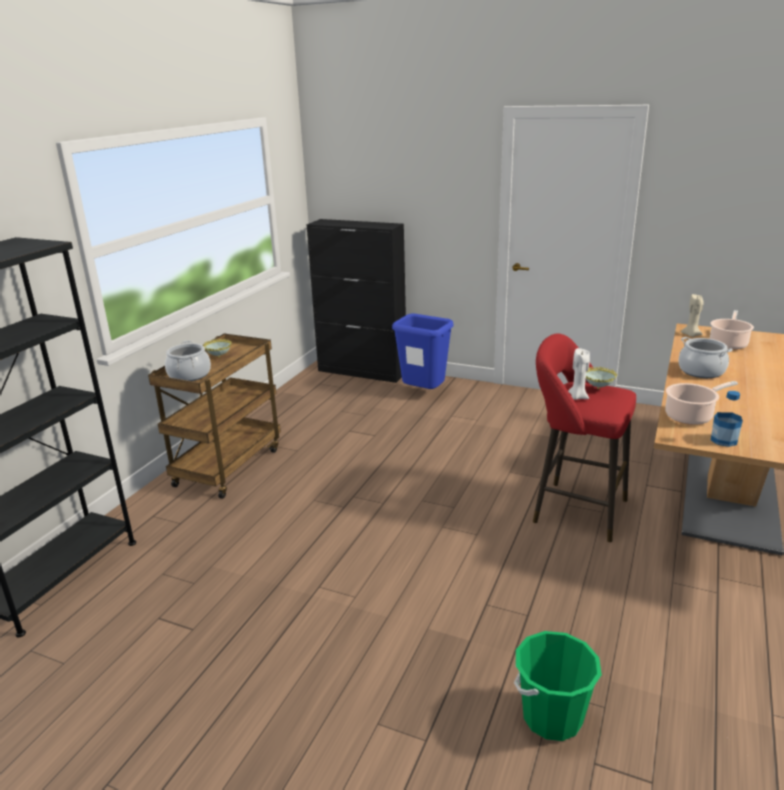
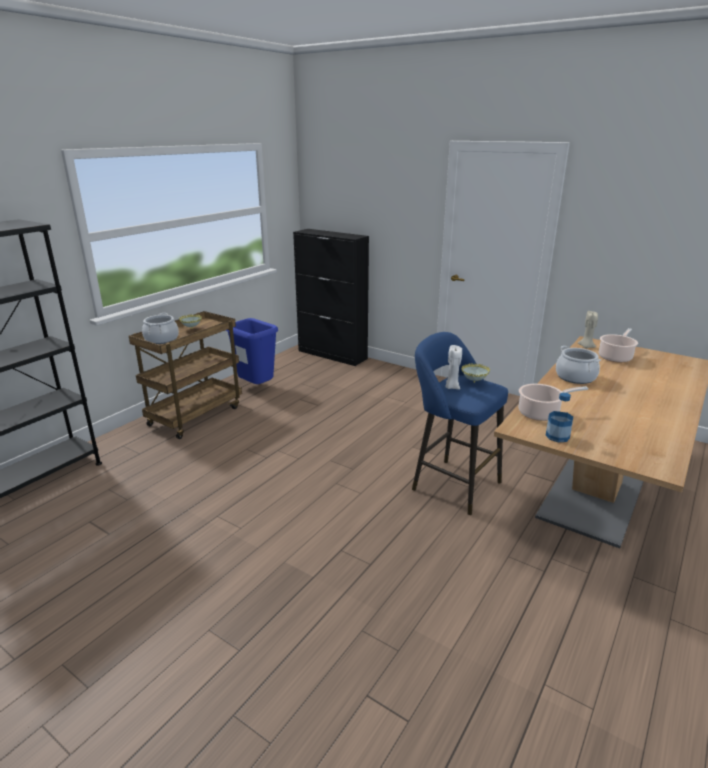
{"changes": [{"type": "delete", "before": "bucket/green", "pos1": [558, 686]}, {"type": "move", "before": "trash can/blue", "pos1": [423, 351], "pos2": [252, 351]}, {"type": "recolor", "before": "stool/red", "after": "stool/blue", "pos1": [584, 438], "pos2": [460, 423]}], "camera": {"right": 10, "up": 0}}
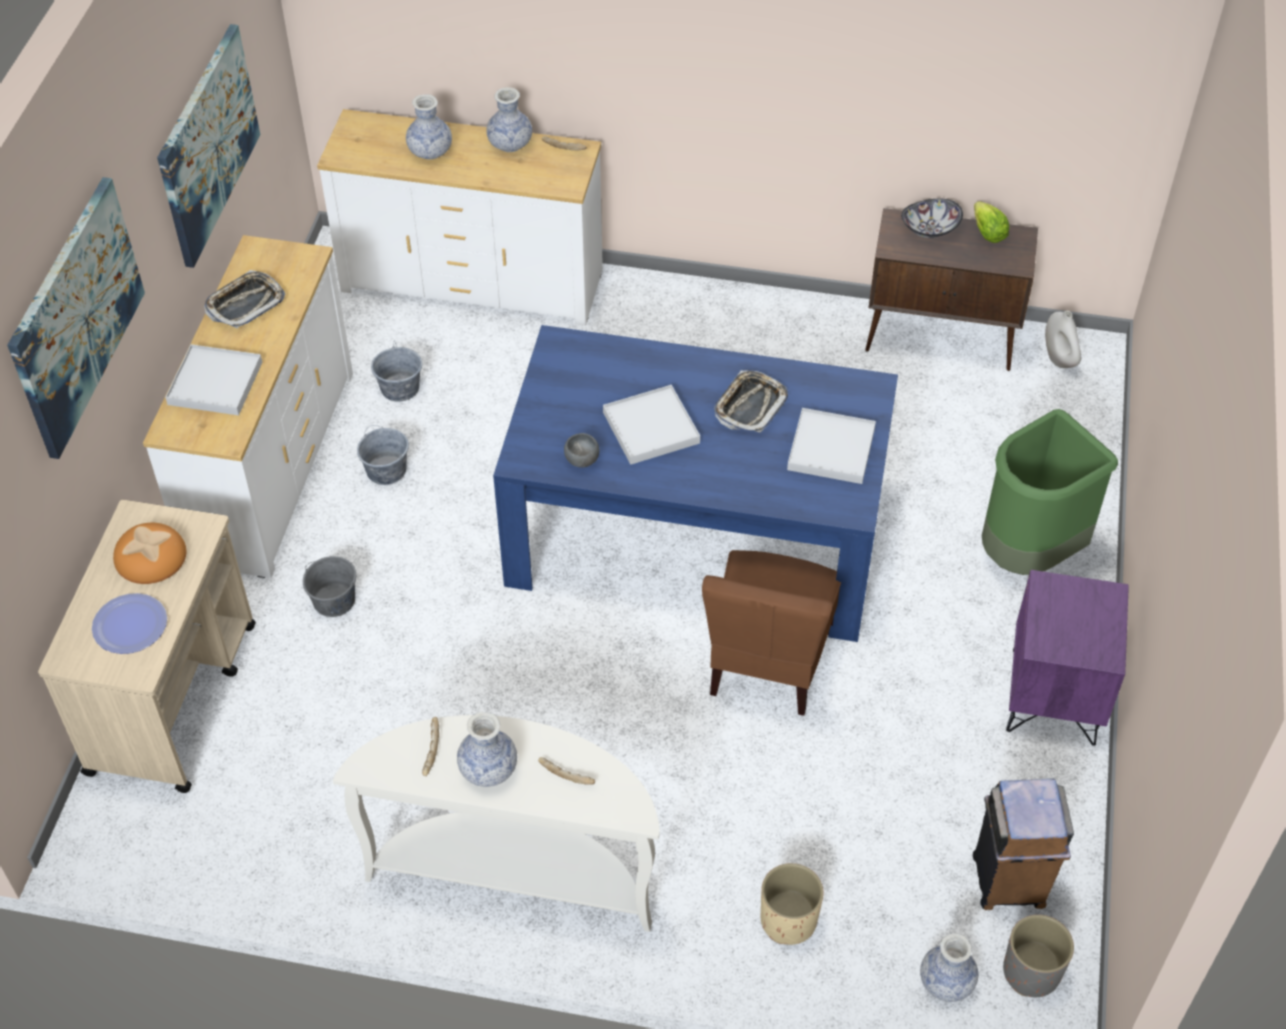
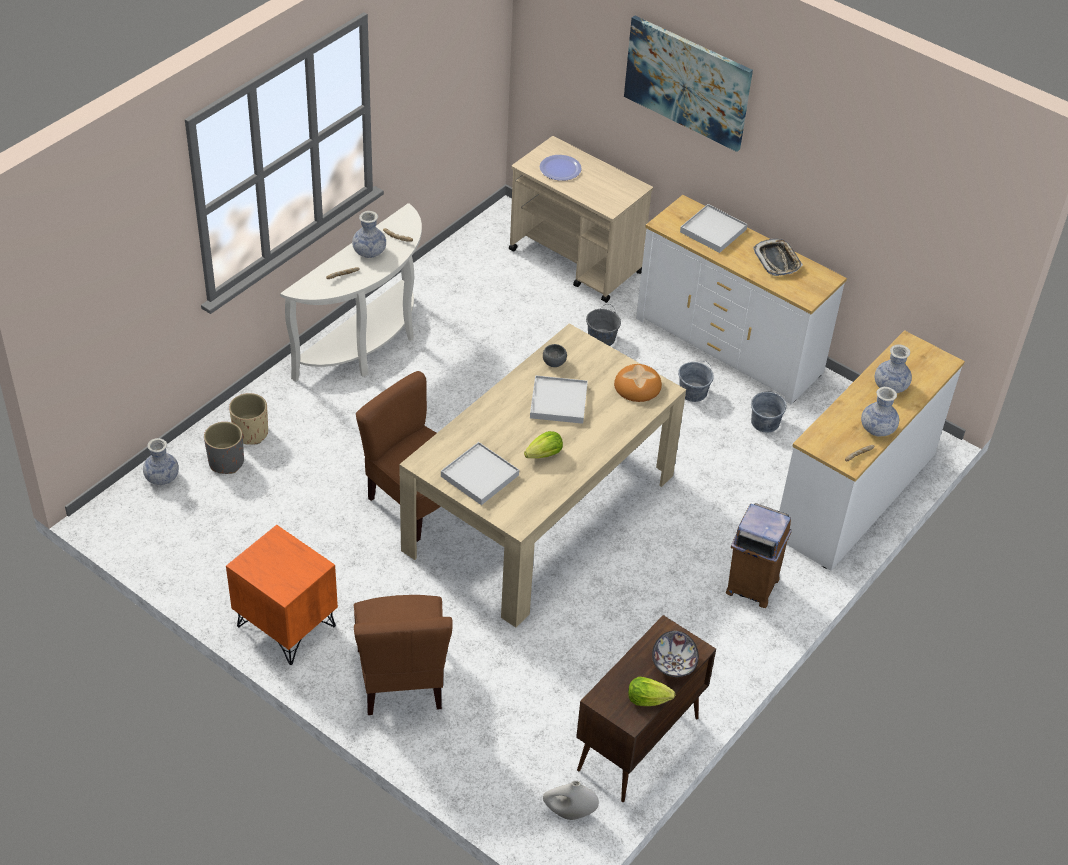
{"changes": [{"type": "delete", "before": "picture", "pos1": [208, 146]}, {"type": "move", "before": "bread", "pos1": [149, 553], "pos2": [638, 383]}, {"type": "move", "before": "trash can/brown", "pos1": [1023, 844], "pos2": [759, 555]}, {"type": "move", "before": "planter/grey", "pos1": [1038, 956], "pos2": [224, 448]}, {"type": "replace", "before": "tray", "after": "lettuce", "pos1": [751, 401], "pos2": [543, 445]}, {"type": "replace", "before": "trash can/green", "after": "chair/brown", "pos1": [1050, 492], "pos2": [403, 655]}, {"type": "recolor", "before": "dining table/blue", "after": "dining table/beige", "pos1": [695, 483], "pos2": [542, 475]}, {"type": "recolor", "before": "nightstand/purple", "after": "nightstand/orange", "pos1": [1067, 657], "pos2": [282, 595]}], "camera": {"right": 115, "up": -5}}
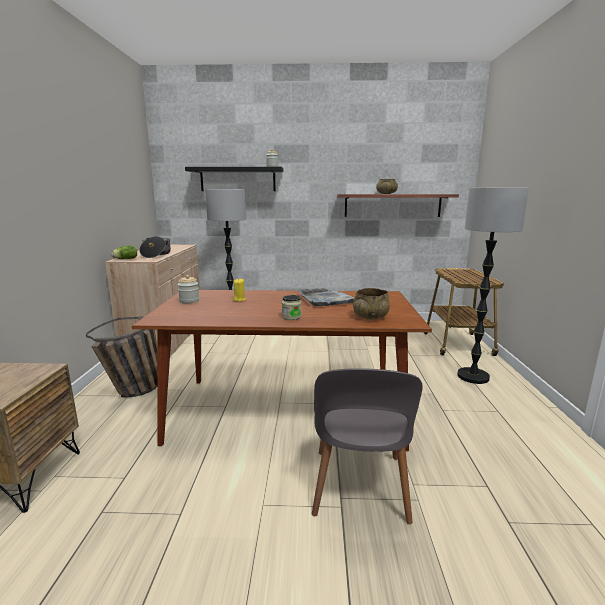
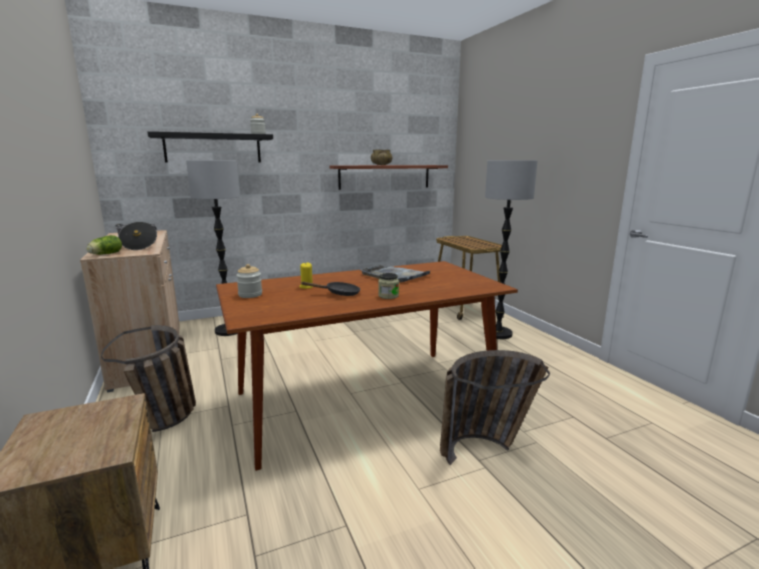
{"changes": [{"type": "delete", "before": "bowl/beige", "pos1": [371, 304]}, {"type": "insert", "after": "frying pan/black", "pos2": [331, 289]}, {"type": "replace", "before": "chair/grey", "after": "basket", "pos1": [367, 446], "pos2": [495, 407]}], "camera": {"right": -25, "up": 0}}
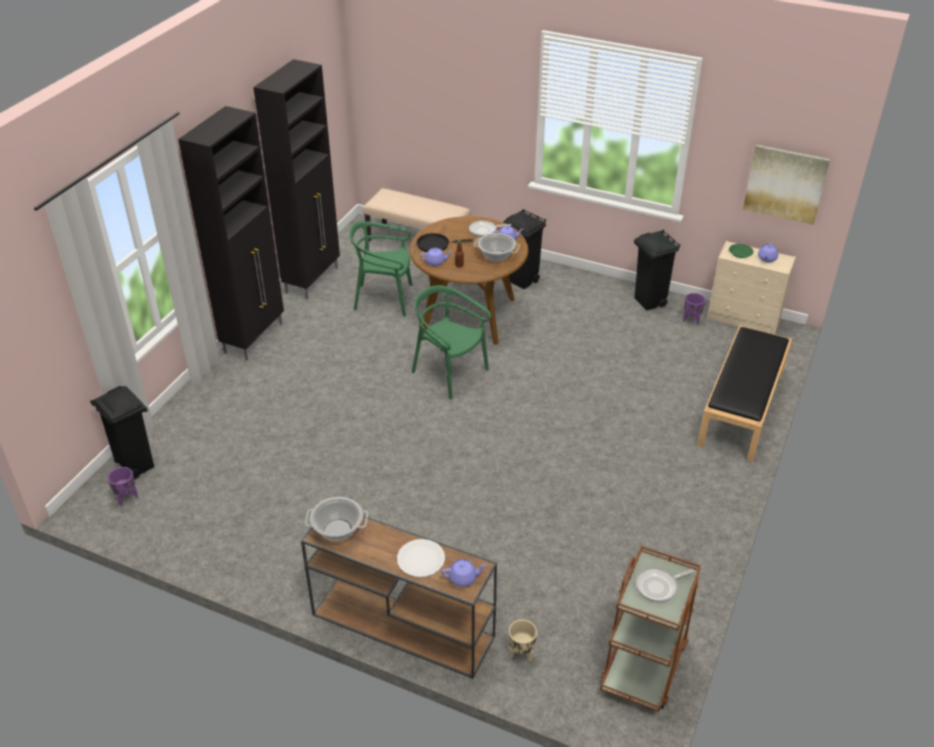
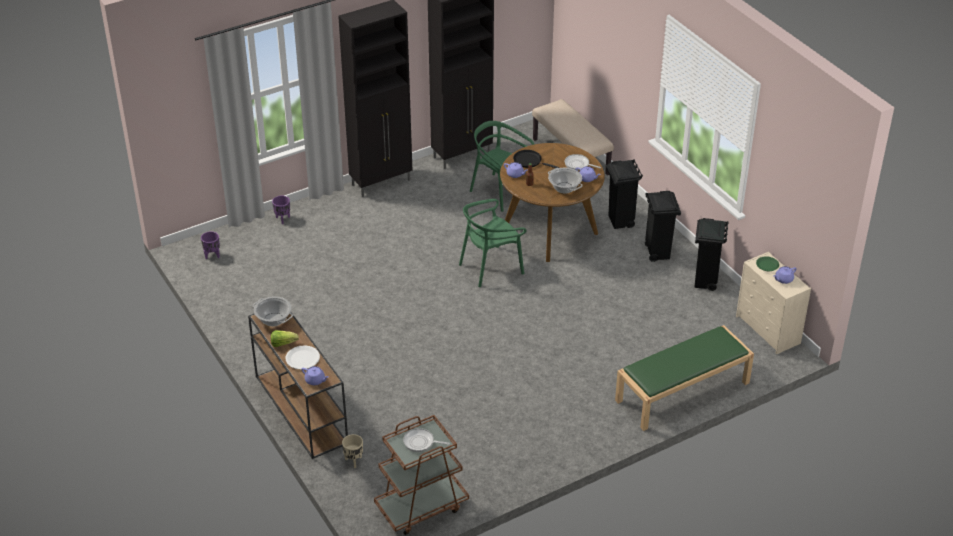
{"changes": [{"type": "delete", "before": "picture", "pos1": [786, 184]}, {"type": "insert", "after": "lettuce", "pos2": [285, 338]}, {"type": "move", "before": "trash can/black", "pos1": [122, 433], "pos2": [663, 226]}, {"type": "move", "before": "planter/purple", "pos1": [694, 309], "pos2": [281, 210]}, {"type": "recolor", "before": "bench/black", "after": "bench/green", "pos1": [744, 393], "pos2": [684, 378]}, {"type": "rotate", "before": "chair/green", "pos1": [451, 342], "pos2": [493, 243], "turn": -105}], "camera": {"right": 35, "up": 0}}
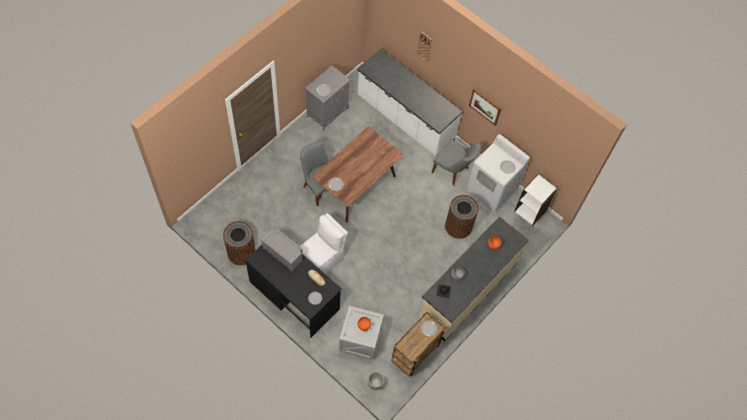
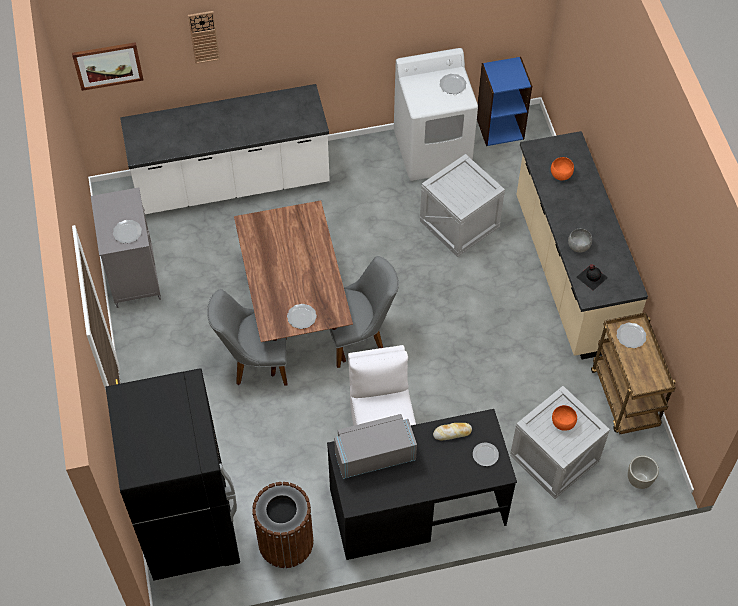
{"changes": [{"type": "insert", "after": "fridge/black", "pos2": [173, 474]}, {"type": "move", "before": "chair/grey", "pos1": [456, 162], "pos2": [364, 312]}, {"type": "move", "before": "picture", "pos1": [485, 106], "pos2": [107, 66]}, {"type": "replace", "before": "trash can/brown", "after": "crate", "pos1": [462, 217], "pos2": [462, 205]}, {"type": "recolor", "before": "bookcase/white", "after": "bookcase/blue", "pos1": [535, 200], "pos2": [504, 101]}], "camera": {"right": -50, "up": -5}}
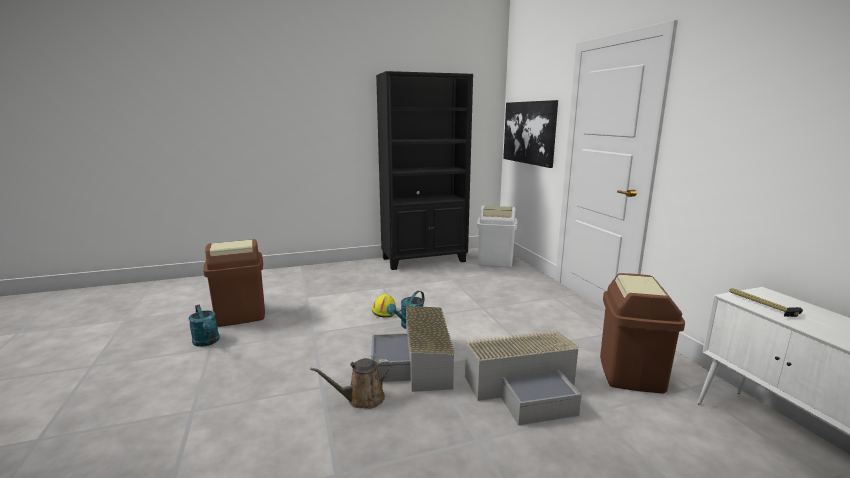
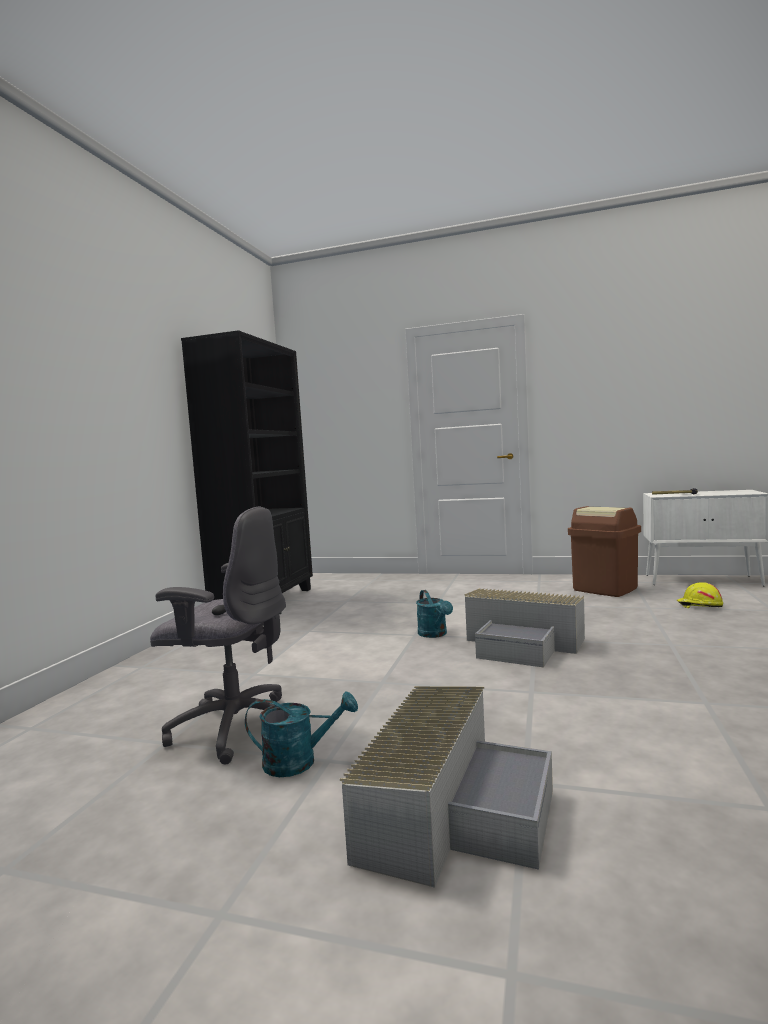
{"changes": [{"type": "delete", "before": "watering can/brown", "pos1": [351, 383]}, {"type": "delete", "before": "trash can/white", "pos1": [497, 236]}, {"type": "delete", "before": "picture", "pos1": [530, 134]}, {"type": "move", "before": "hard hat/yellow", "pos1": [384, 306], "pos2": [700, 595]}, {"type": "move", "before": "storage box/grey", "pos1": [523, 377], "pos2": [446, 787]}, {"type": "replace", "before": "trash can/brown", "after": "office chair/grey", "pos1": [234, 283], "pos2": [218, 635]}], "camera": {"right": -55, "up": -10}}
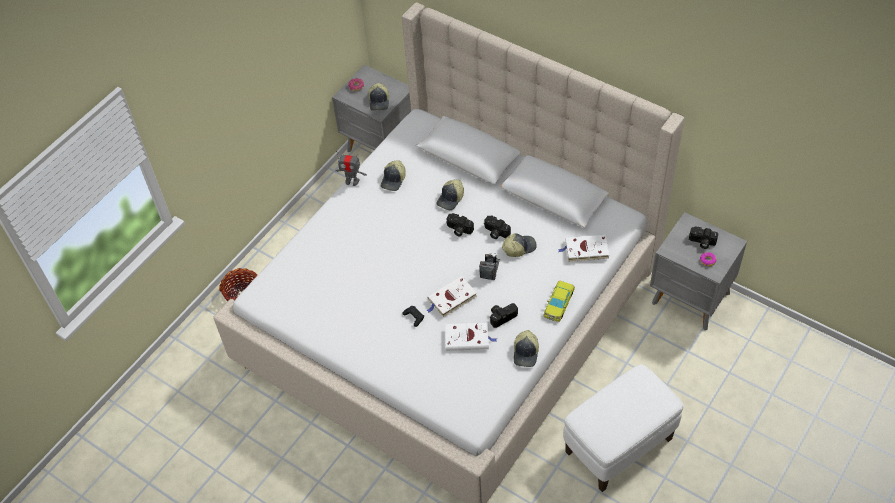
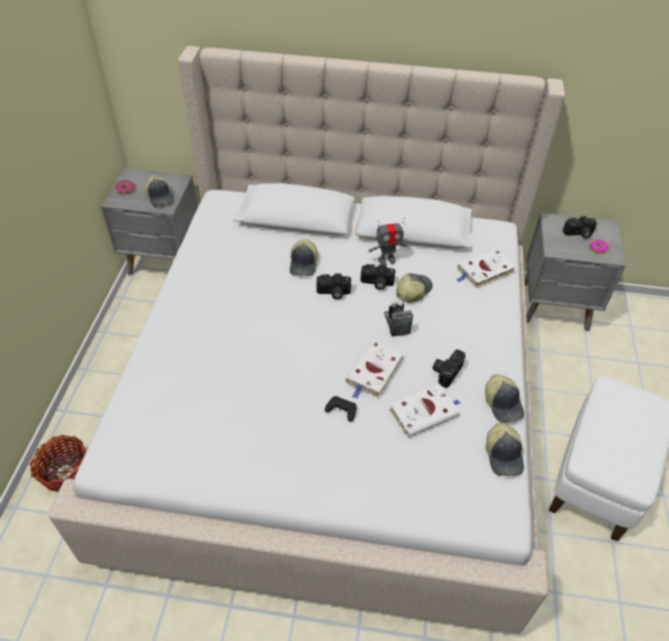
{"changes": [{"type": "delete", "before": "toy car/yellow", "pos1": [559, 301]}, {"type": "move", "before": "toy robot", "pos1": [351, 168], "pos2": [387, 242]}, {"type": "move", "before": "cap", "pos1": [393, 175], "pos2": [504, 449]}], "camera": {"right": -30, "up": -5}}
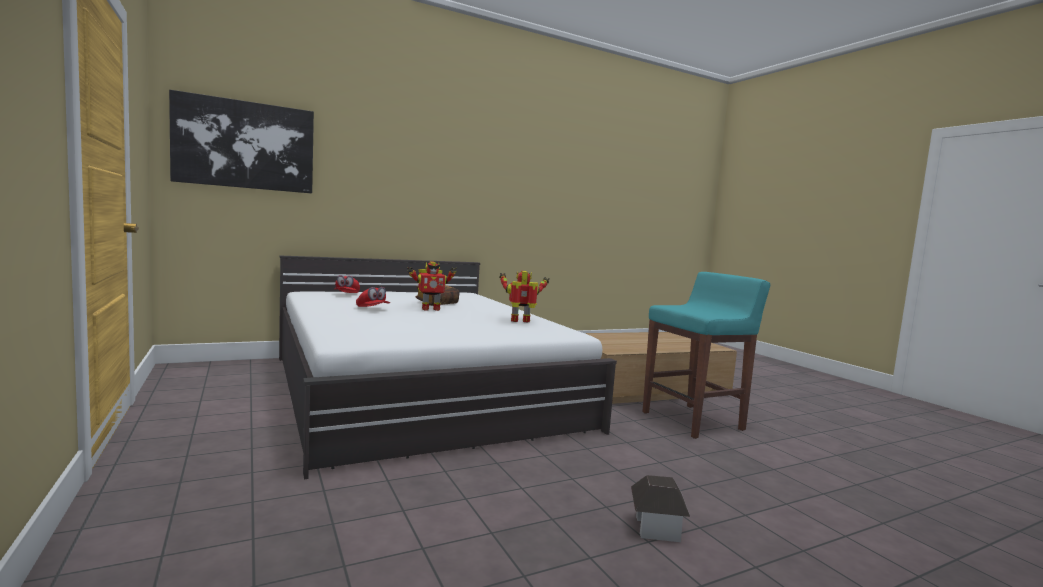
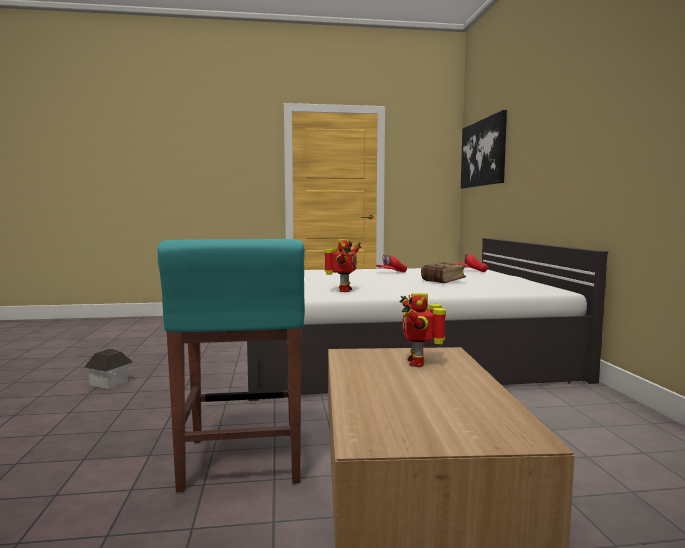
{"changes": [{"type": "move", "before": "toy robot", "pos1": [432, 286], "pos2": [423, 330]}], "camera": {"right": 110, "up": 0}}
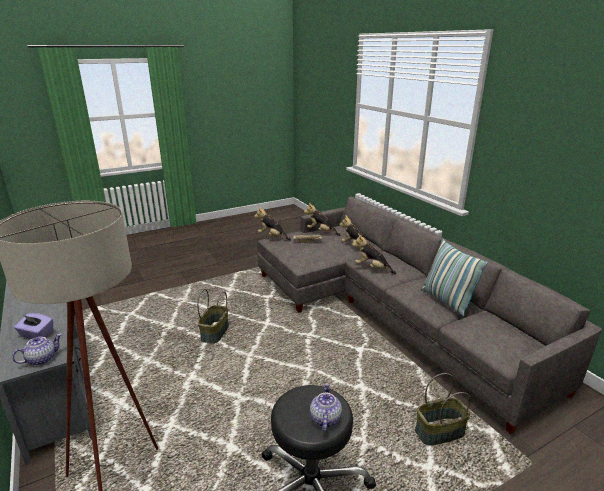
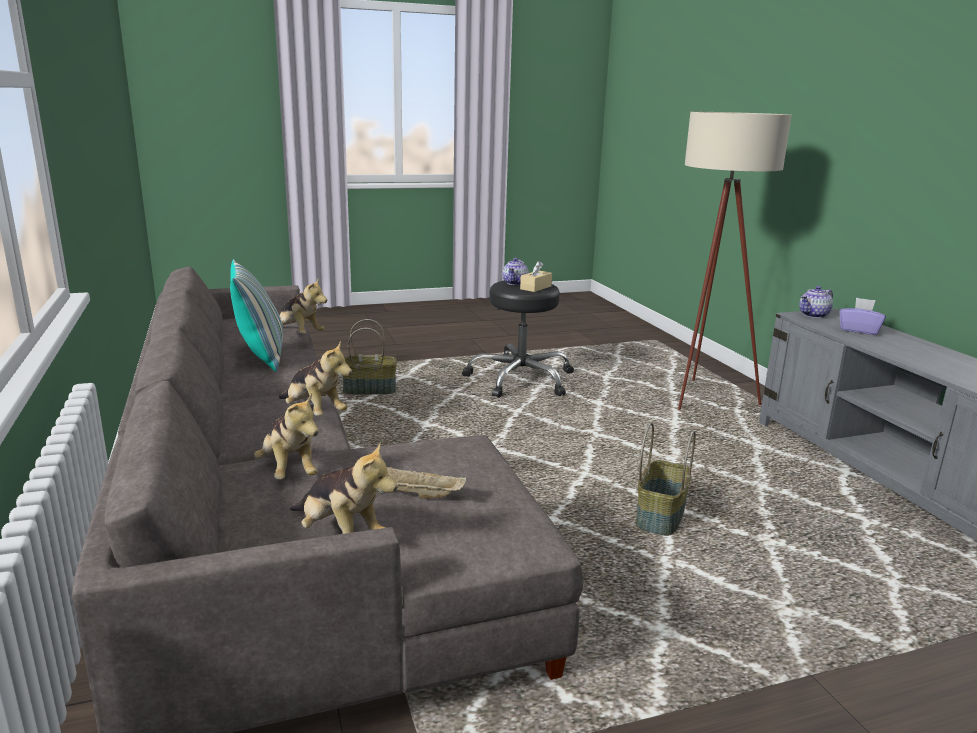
{"changes": [{"type": "insert", "after": "tissue box/beige", "pos2": [536, 276]}, {"type": "move", "before": "plush toy", "pos1": [272, 224], "pos2": [303, 305]}], "camera": {"right": -170, "up": -5}}
